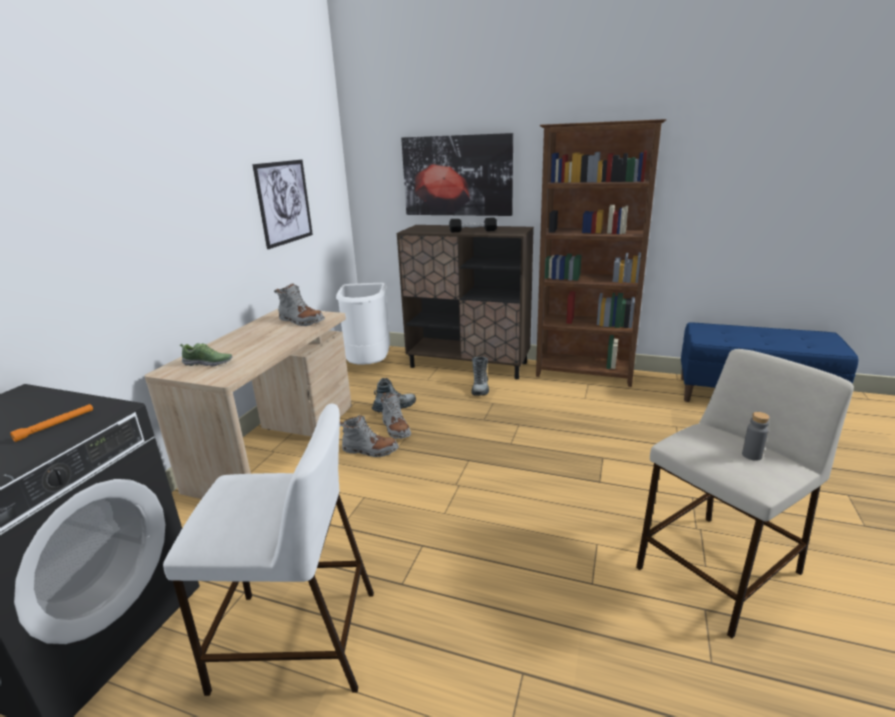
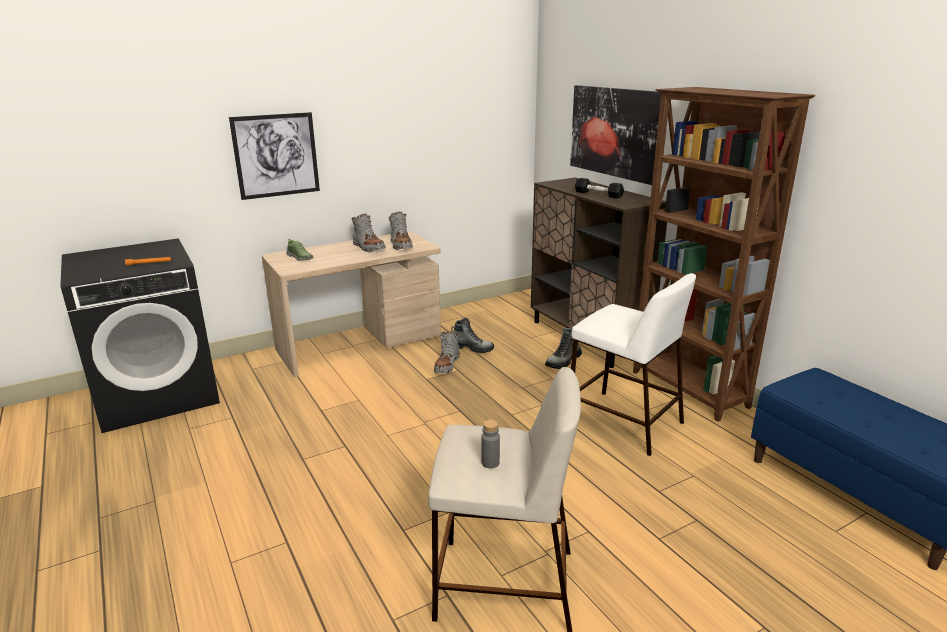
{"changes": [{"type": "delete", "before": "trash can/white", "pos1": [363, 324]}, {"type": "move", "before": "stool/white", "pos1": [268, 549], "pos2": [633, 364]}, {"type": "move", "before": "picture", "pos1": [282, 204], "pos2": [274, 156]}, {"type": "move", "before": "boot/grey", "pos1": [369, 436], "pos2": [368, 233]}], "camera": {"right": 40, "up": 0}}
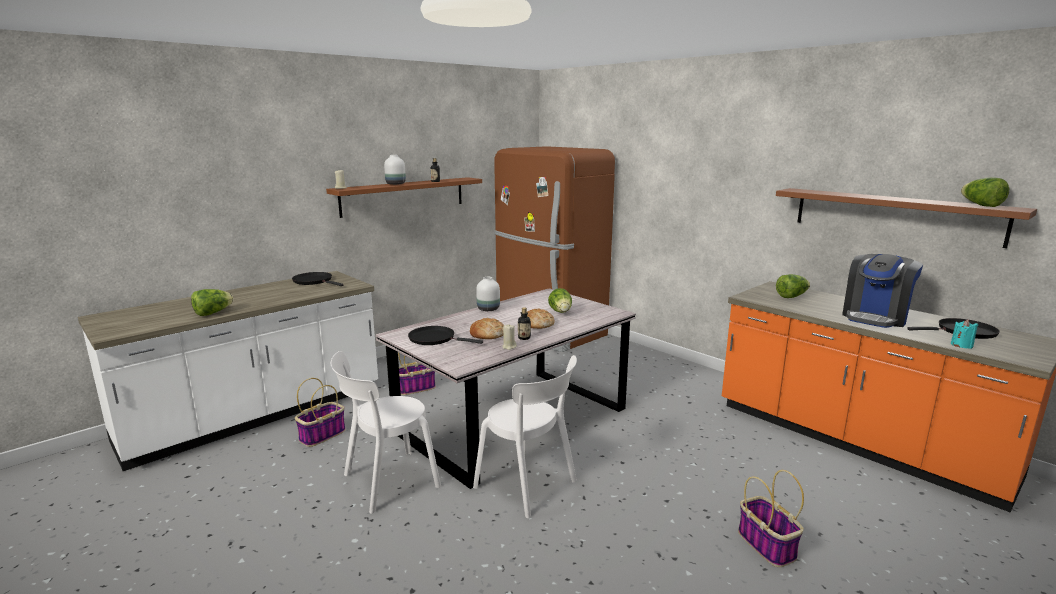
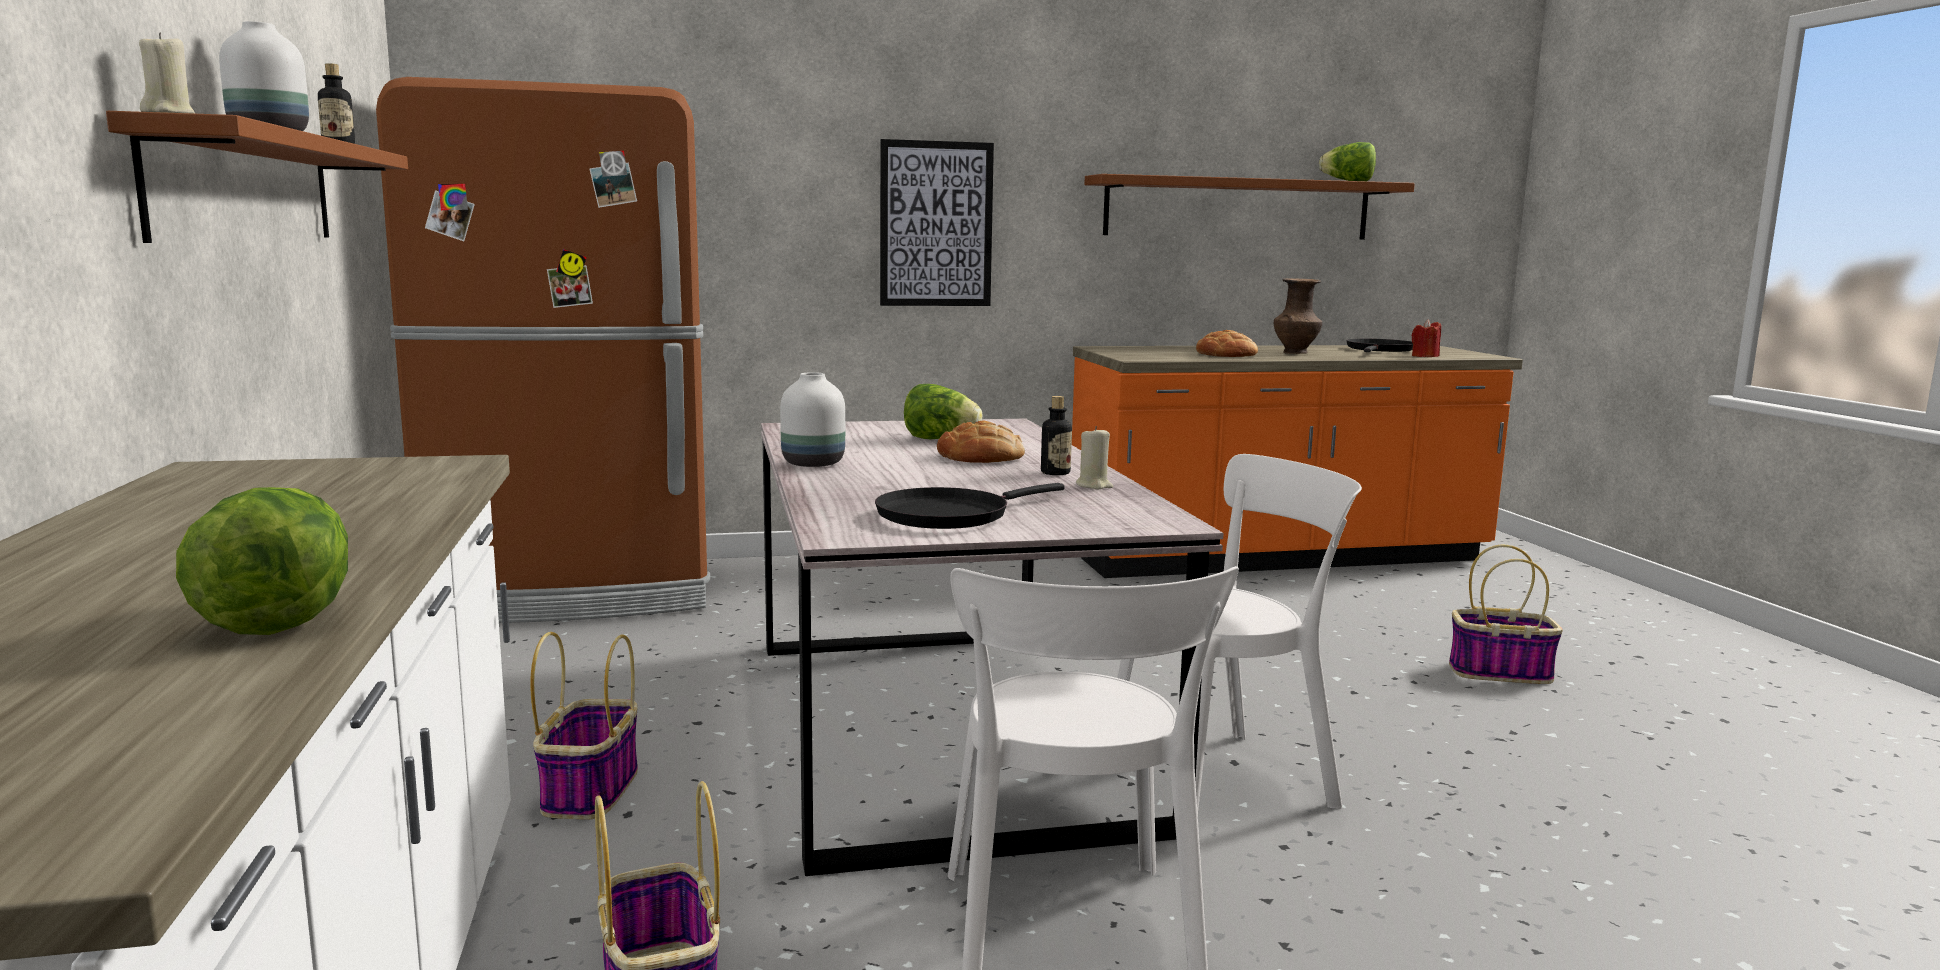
{"changes": [{"type": "delete", "before": "frying pan/black", "pos1": [318, 279]}, {"type": "delete", "before": "lettuce", "pos1": [793, 286]}, {"type": "insert", "after": "picture", "pos2": [937, 222]}, {"type": "move", "before": "bread", "pos1": [487, 328], "pos2": [1227, 343]}, {"type": "replace", "before": "coffee machine", "after": "vase/brown", "pos1": [882, 291], "pos2": [1298, 316]}, {"type": "recolor", "before": "candle/turquoise", "after": "candle/red", "pos1": [964, 334], "pos2": [1426, 338]}], "camera": {"right": -60, "up": -5}}
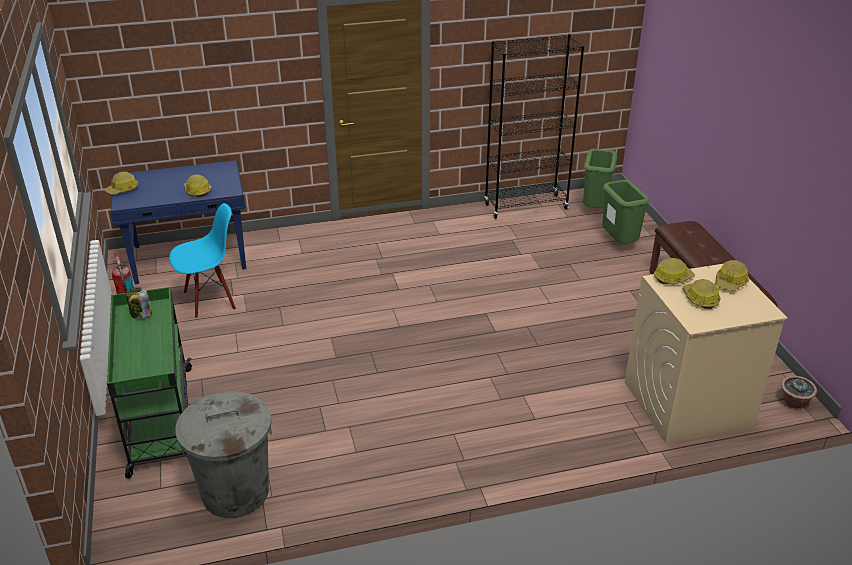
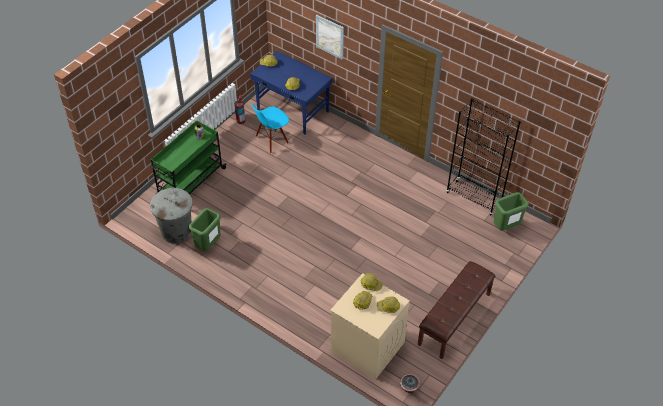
{"changes": [{"type": "insert", "after": "picture", "pos2": [330, 37]}, {"type": "move", "before": "trash can/green", "pos1": [625, 211], "pos2": [205, 229]}, {"type": "rotate", "before": "chair/blue", "pos1": [203, 261], "pos2": [270, 128], "turn": 120}], "camera": {"right": 50, "up": 15}}
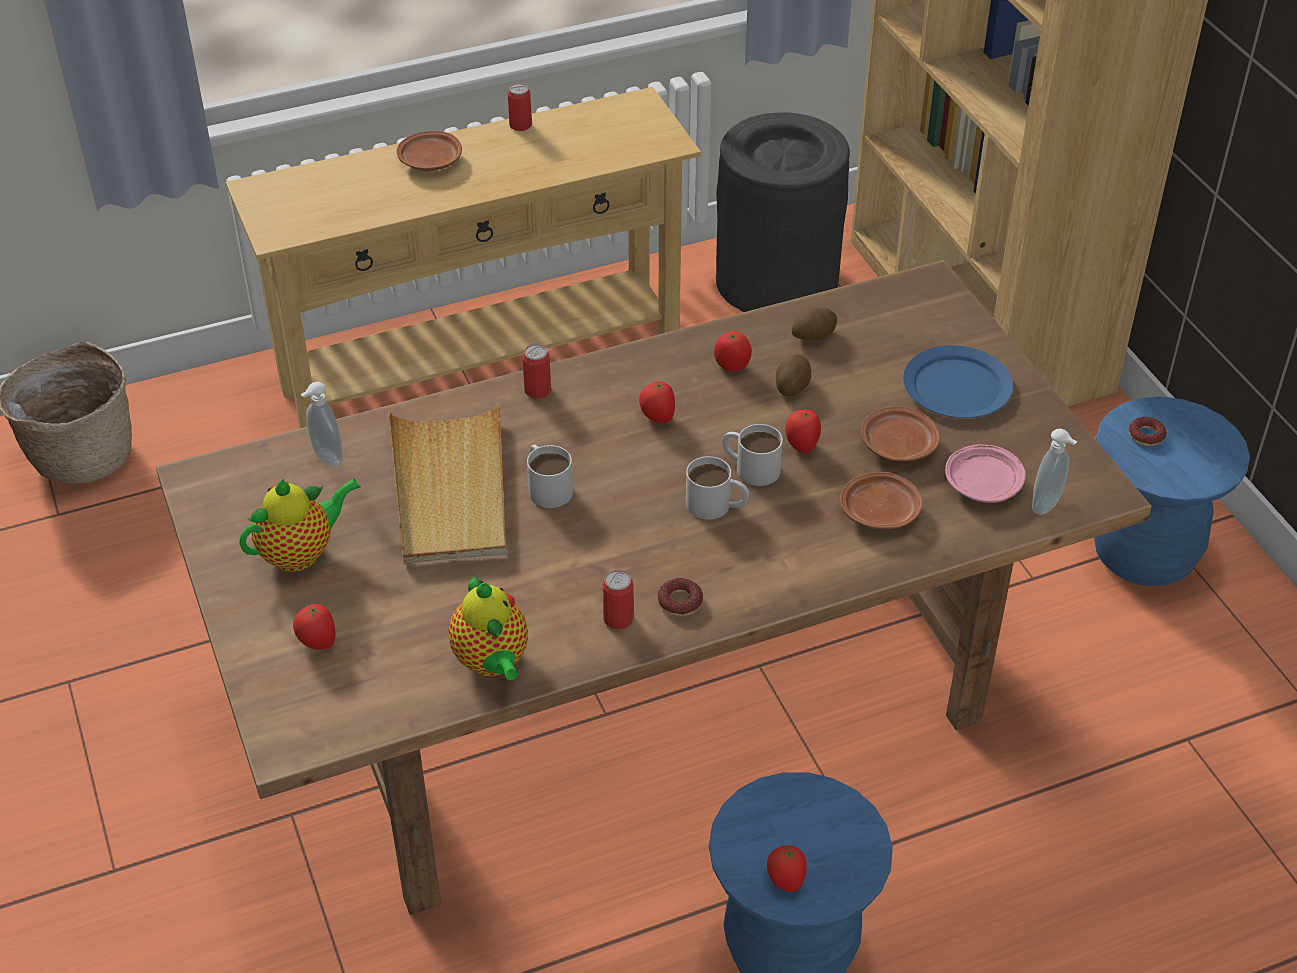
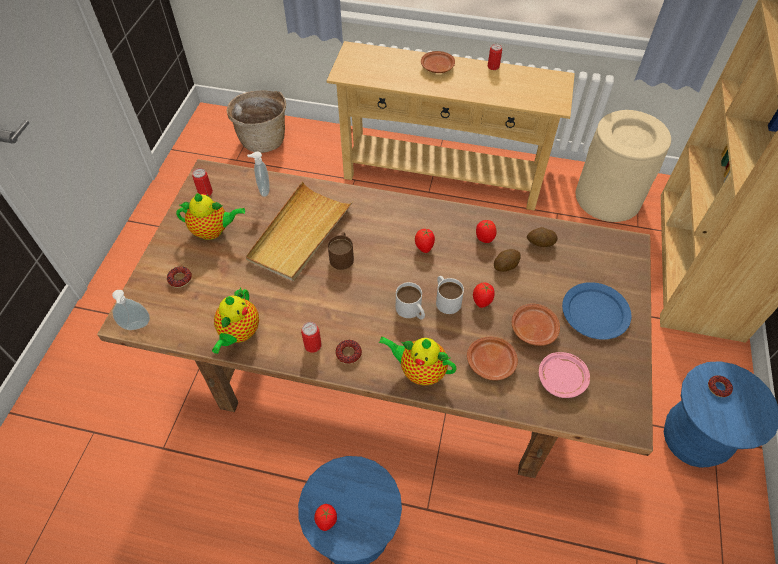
{"changes": [{"type": "insert", "after": "teapot", "pos2": [418, 360]}, {"type": "move", "before": "can", "pos1": [536, 371], "pos2": [202, 182]}, {"type": "move", "before": "soap dispenser", "pos1": [1055, 472], "pos2": [131, 310]}, {"type": "replace", "before": "tomato", "after": "donut", "pos1": [314, 627], "pos2": [179, 277]}, {"type": "recolor", "before": "mug/white", "after": "mug/brown", "pos1": [550, 476], "pos2": [341, 251]}, {"type": "recolor", "before": "trash can/black", "after": "trash can/beige", "pos1": [783, 212], "pos2": [623, 166]}], "camera": {"right": 35, "up": 10}}
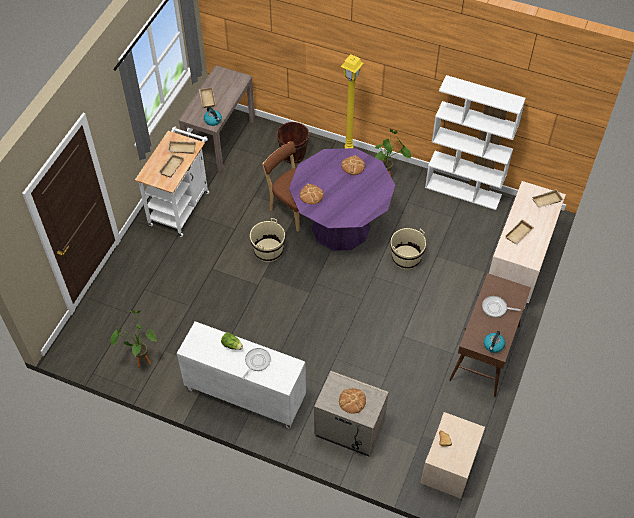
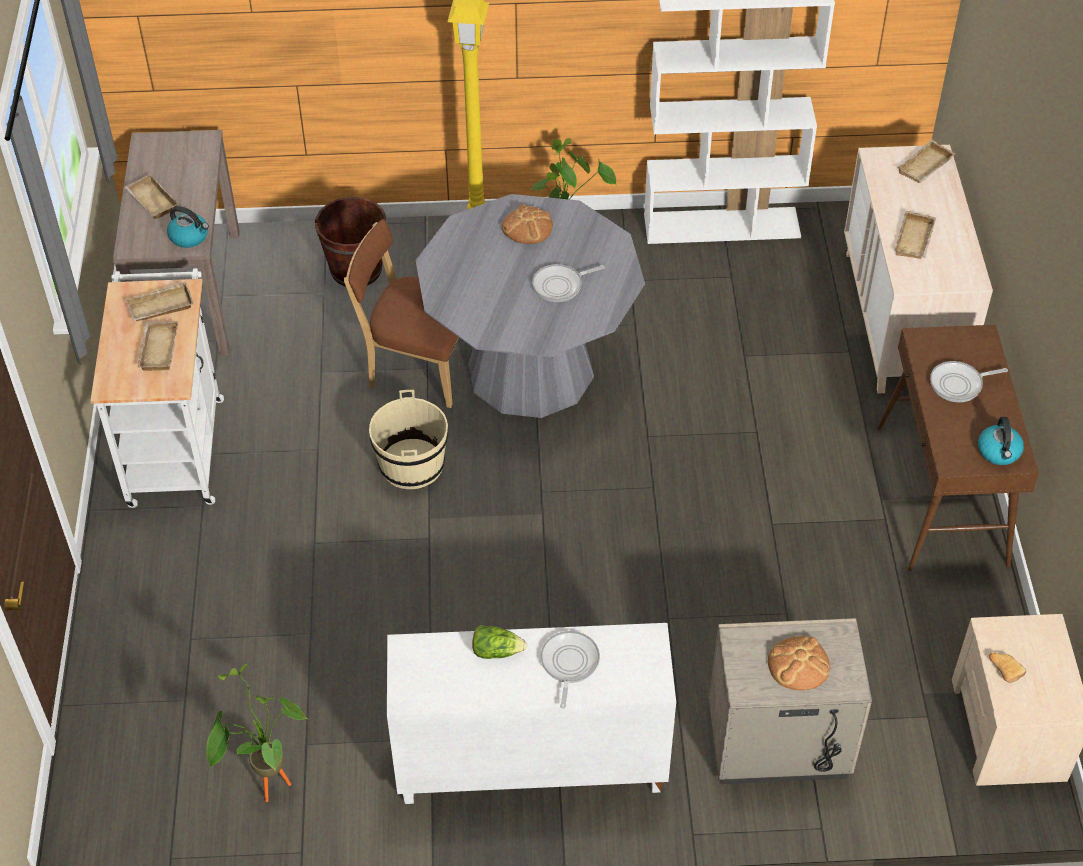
{"changes": [{"type": "delete", "before": "bread", "pos1": [311, 194]}, {"type": "delete", "before": "bucket/beige", "pos1": [408, 248]}, {"type": "insert", "after": "frying pan", "pos2": [568, 283]}, {"type": "recolor", "before": "dining table/purple", "after": "dining table/grey", "pos1": [342, 199], "pos2": [530, 306]}], "camera": {"right": -25, "up": -5}}
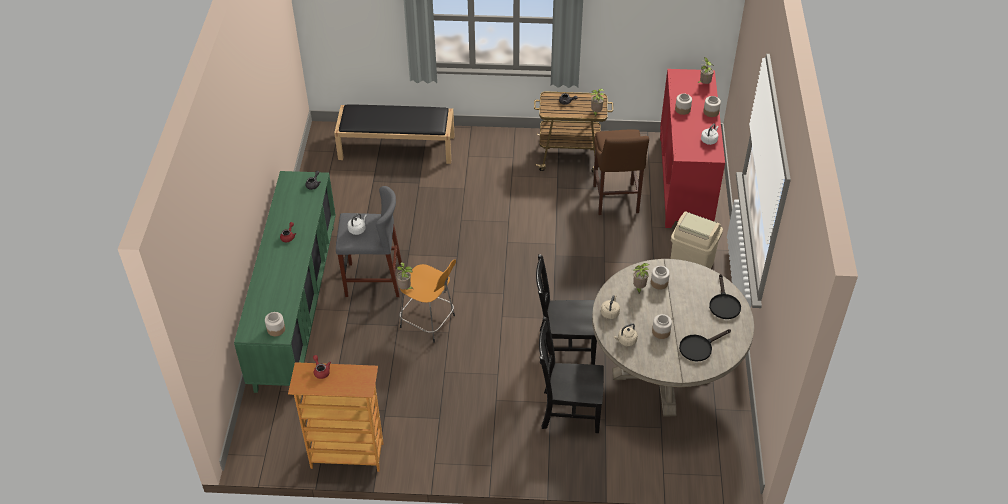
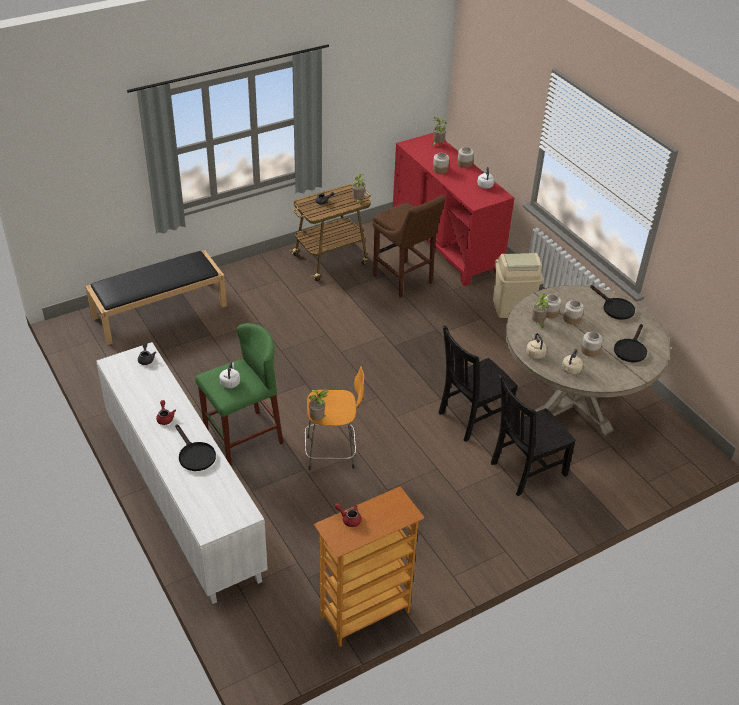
{"changes": [{"type": "insert", "after": "frying pan/black", "pos2": [195, 447]}, {"type": "move", "before": "jar", "pos1": [275, 324], "pos2": [573, 312]}, {"type": "recolor", "before": "cabinet/green", "after": "cabinet/white", "pos1": [285, 282], "pos2": [182, 473]}, {"type": "recolor", "before": "stool/grey", "after": "stool/green", "pos1": [369, 241], "pos2": [239, 394]}], "camera": {"right": -35, "up": -5}}
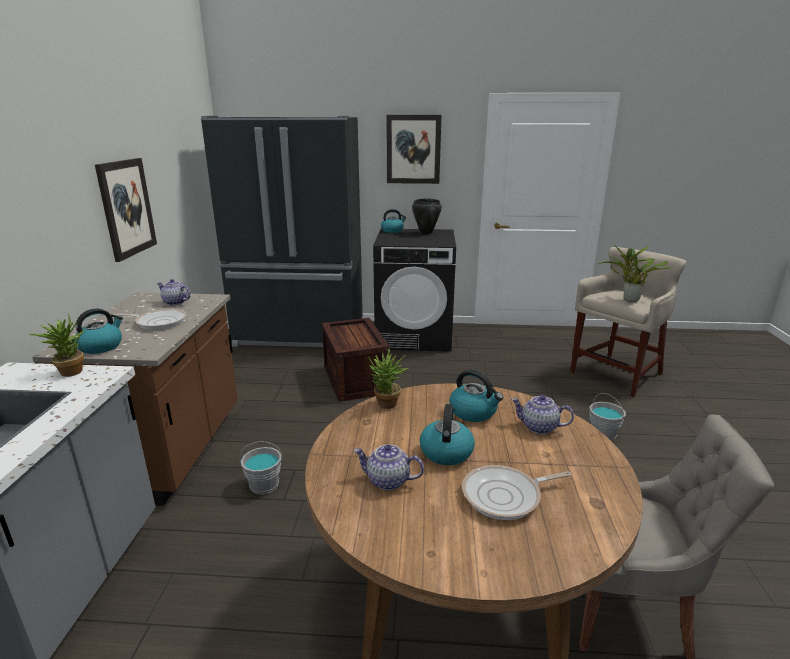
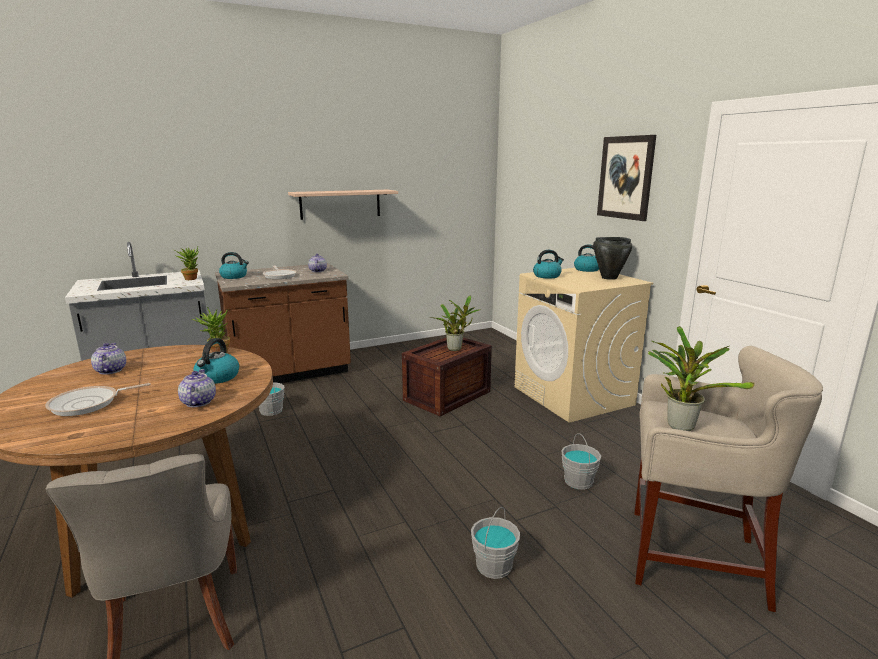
{"changes": [{"type": "delete", "before": "fridge/black", "pos1": [282, 231]}, {"type": "insert", "after": "potted plant", "pos2": [456, 323]}, {"type": "insert", "after": "bucket/grey", "pos2": [581, 461]}, {"type": "move", "before": "kettle", "pos1": [447, 434], "pos2": [548, 264]}, {"type": "replace", "before": "picture", "after": "shelf", "pos1": [126, 210], "pos2": [343, 205]}, {"type": "recolor", "before": "washing machine/black", "after": "washing machine/beige", "pos1": [414, 290], "pos2": [583, 345]}, {"type": "rotate", "before": "frying pan", "pos1": [516, 492], "pos2": [98, 399], "turn": -75}], "camera": {"right": 60, "up": -5}}
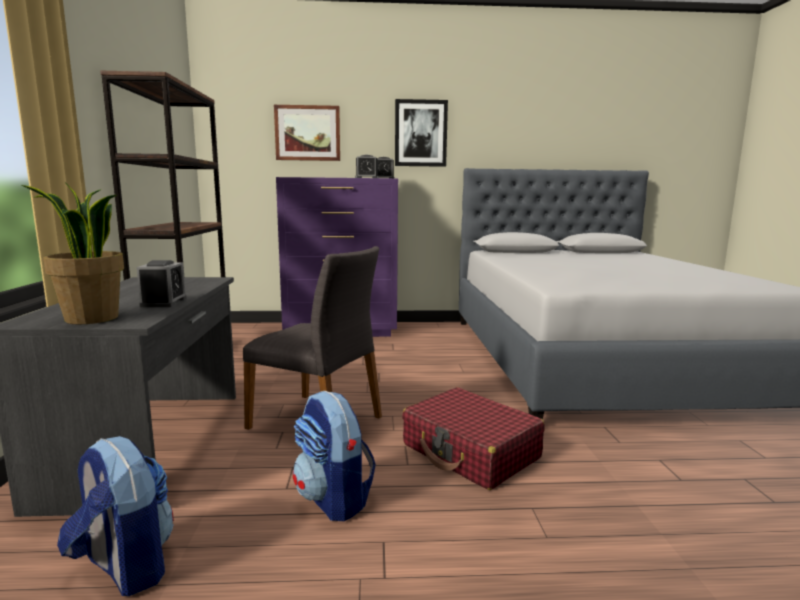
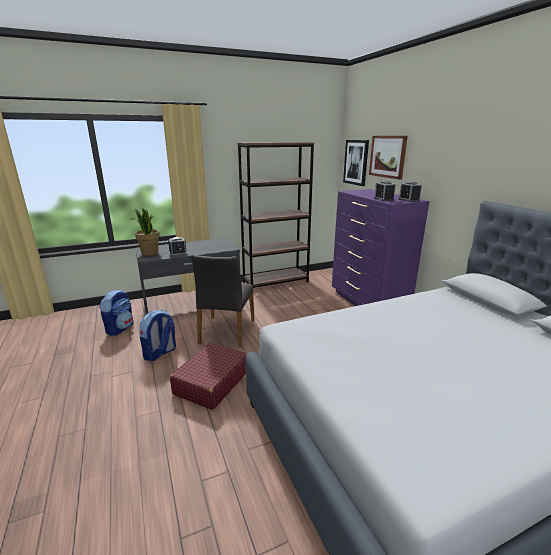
{"changes": [{"type": "move", "before": "picture", "pos1": [421, 133], "pos2": [356, 163]}], "camera": {"right": 70, "up": 10}}
